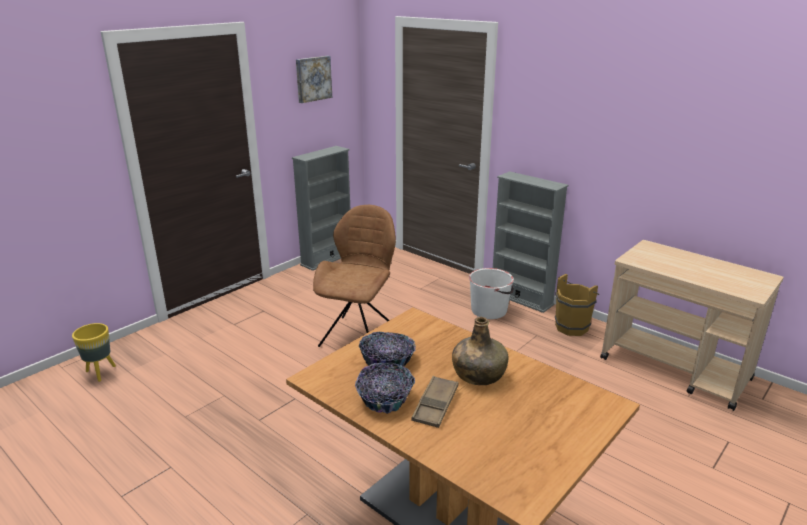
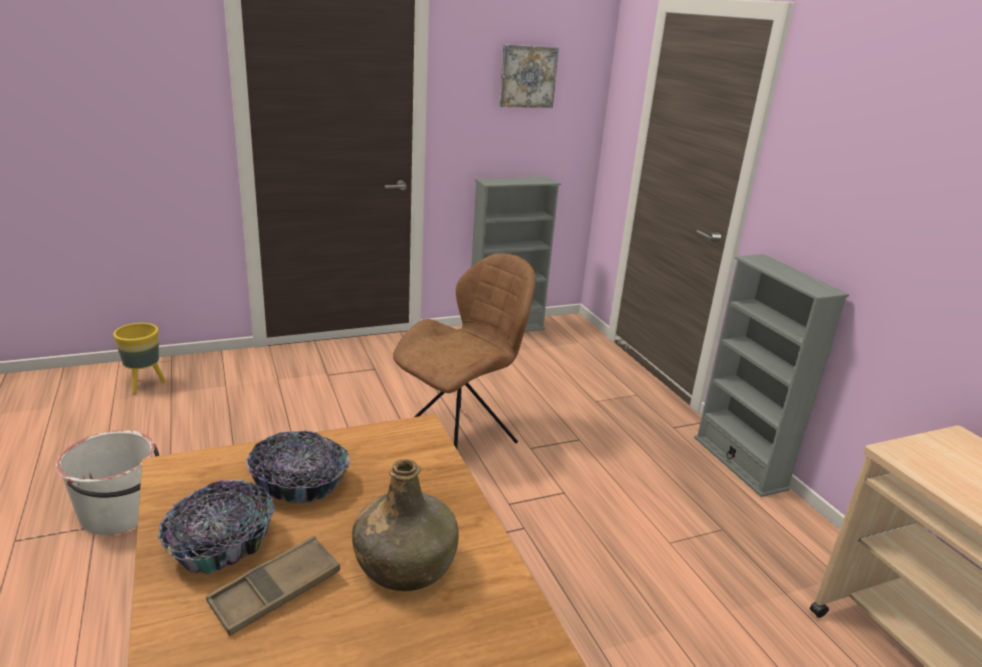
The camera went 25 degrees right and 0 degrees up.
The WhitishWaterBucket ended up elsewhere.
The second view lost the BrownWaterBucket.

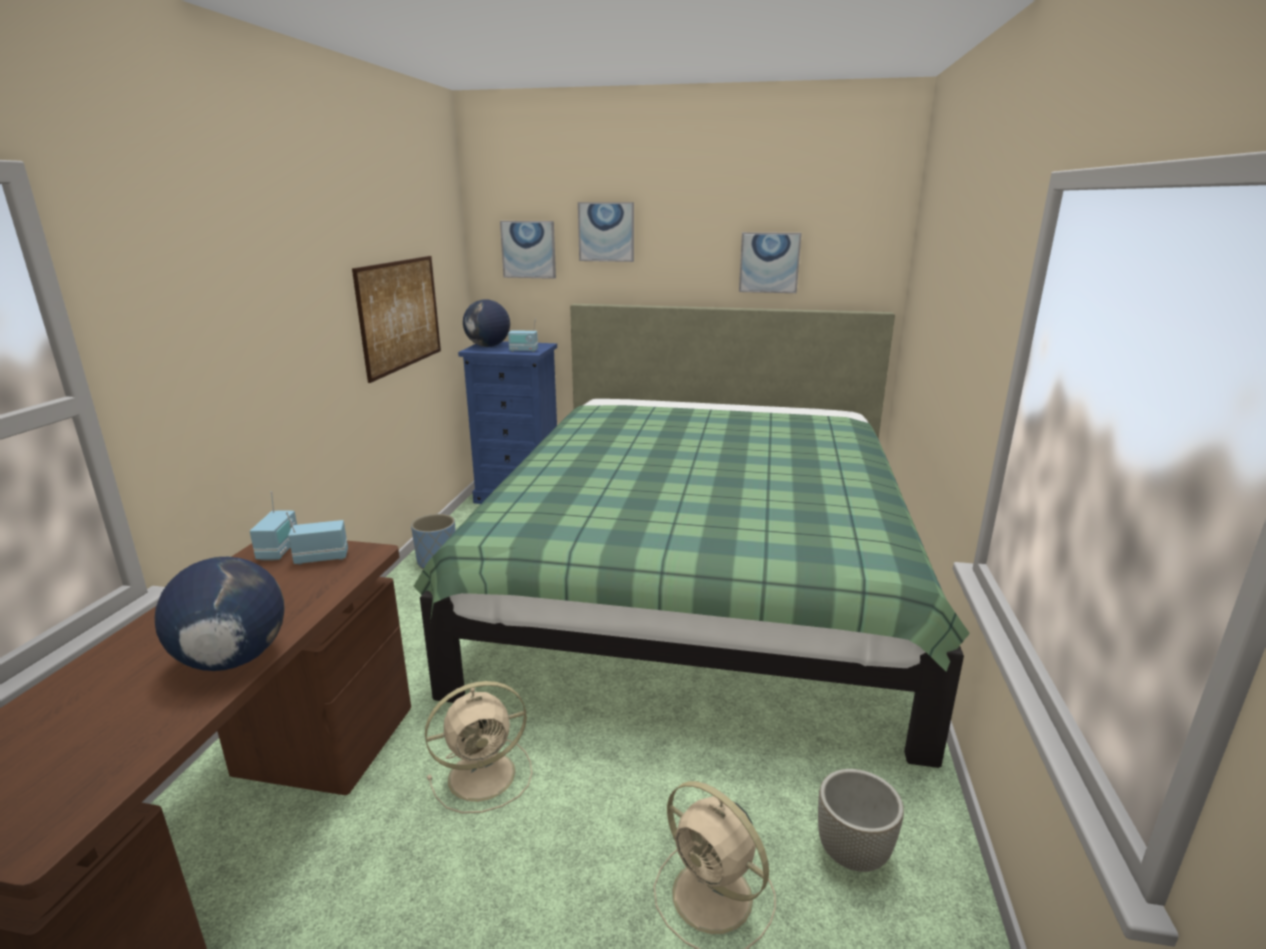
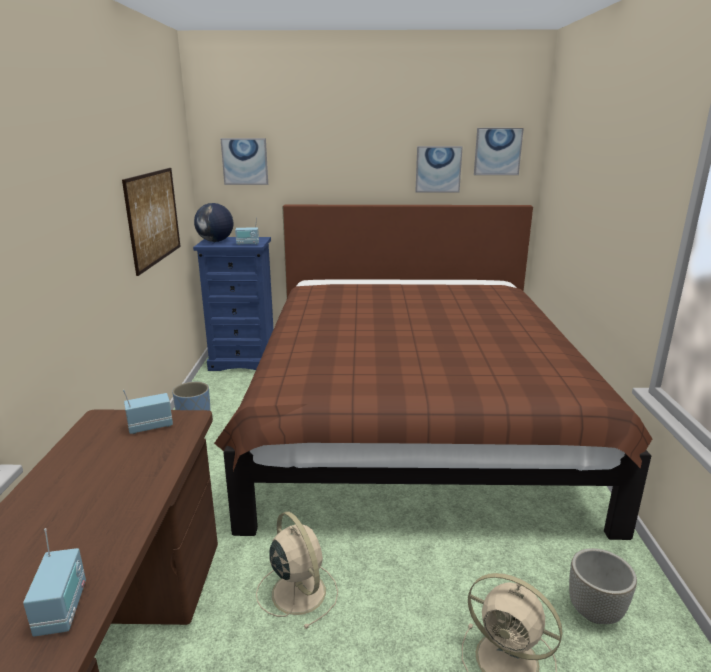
The camera went 10 degrees left and 0 degrees up.
The RadioReceiver (no. 1 from left) ended up elsewhere.
What was the GreenColouredSleepingBed turned into the BrownSleepingBed.
The SandColouredFan (no. 1 from left) ended up facing another way, 90 degrees counterclockwise from before.
The Picture (no. 3 from left in the first image) ended up elsewhere.
The second view lost the DeskGlobe (no. 1 from left).

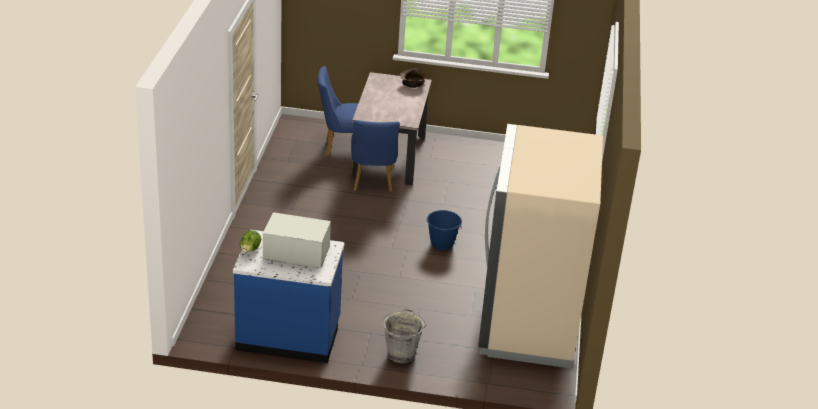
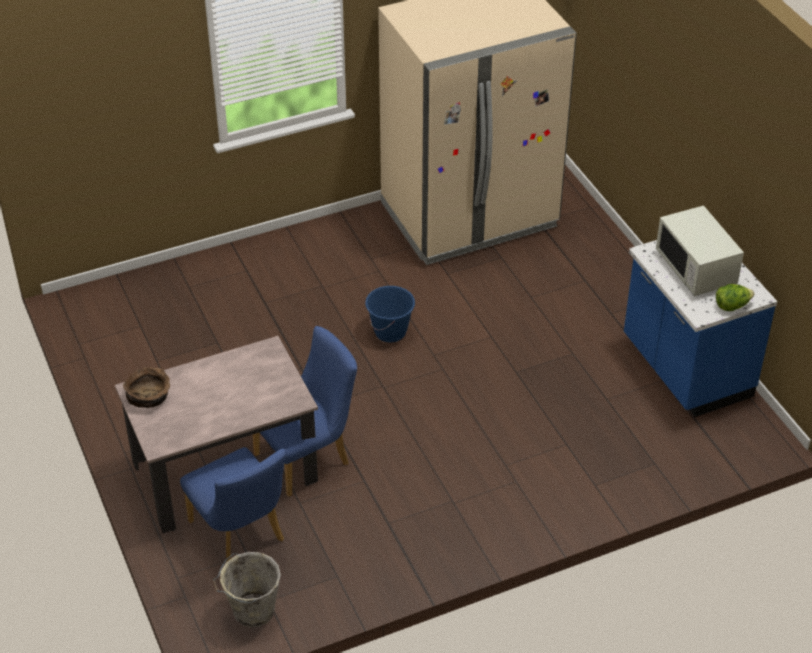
The camera went 120 degrees left and 10 degrees up.
The GreyishWaterBucket ended up elsewhere.

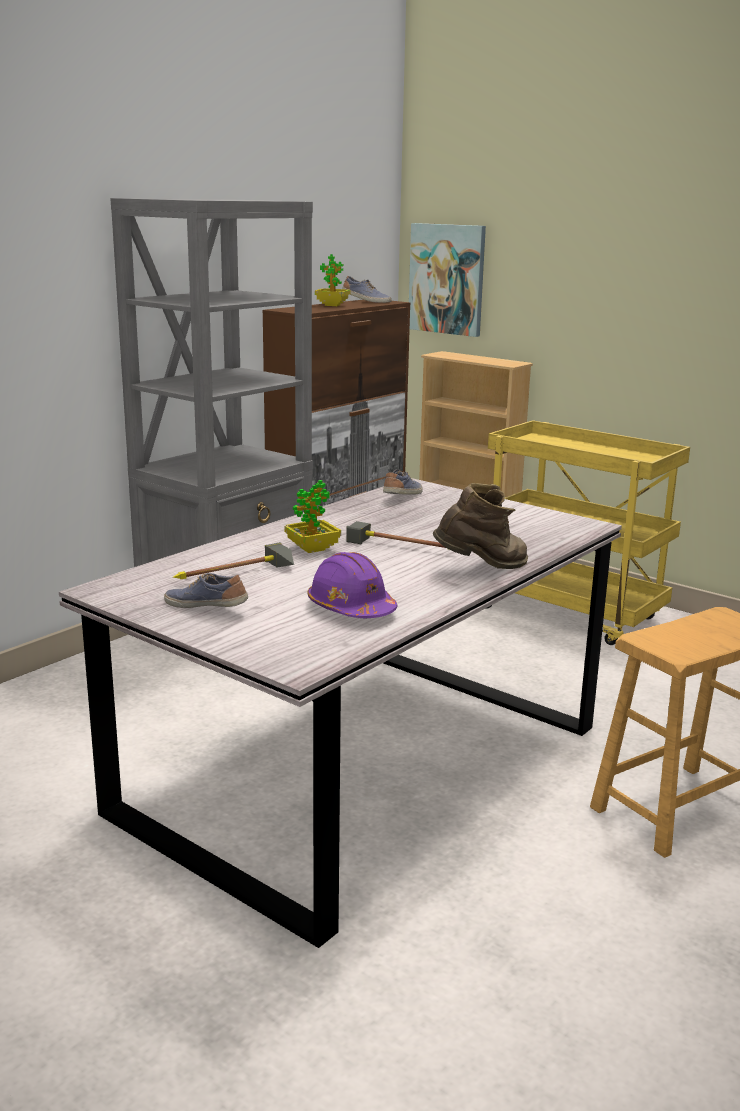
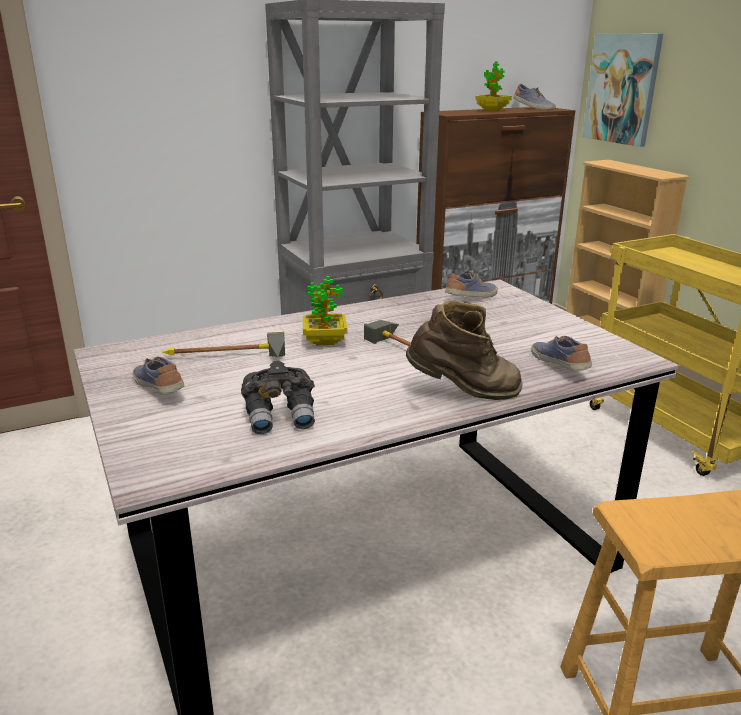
The camera went 25 degrees right and 5 degrees up.
Where the PurplishSafetyHelmet stood, the GreyishPairOfBinoculars came to stand.
The second view gained the LowShoe (no. 4 from left).

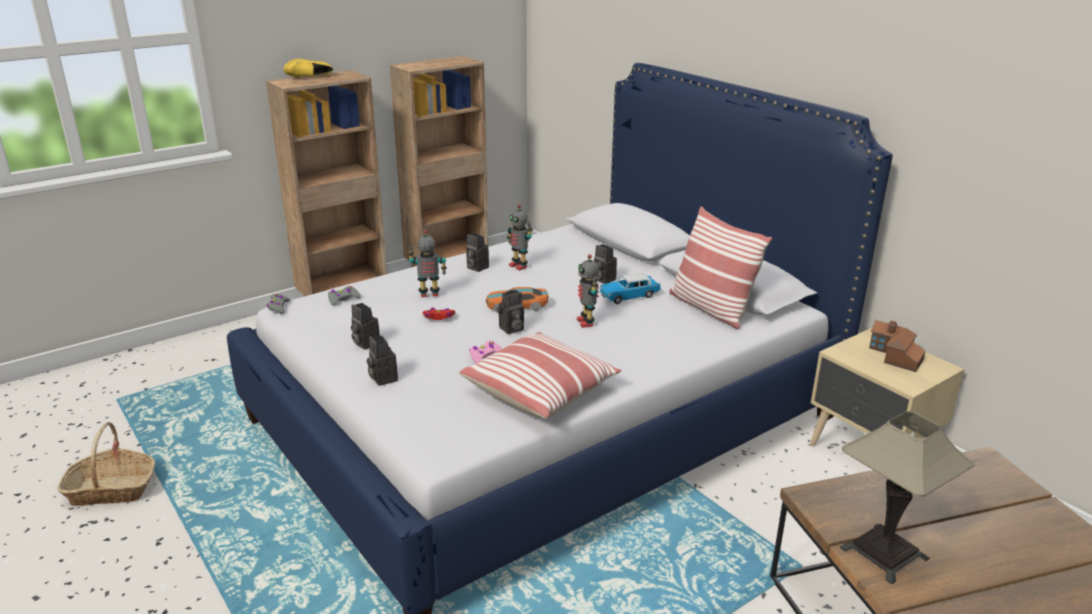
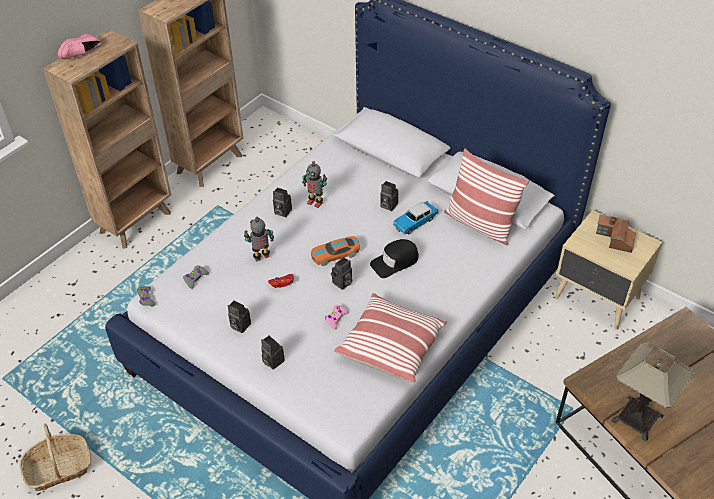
The camera went 15 degrees left and 20 degrees up.
What was the YellowColouredLowShoe turned into the PinkLowShoe.
Where the ToyRobot (no. 3 from left) stood, the BlackColouredBaseballCap came to stand.

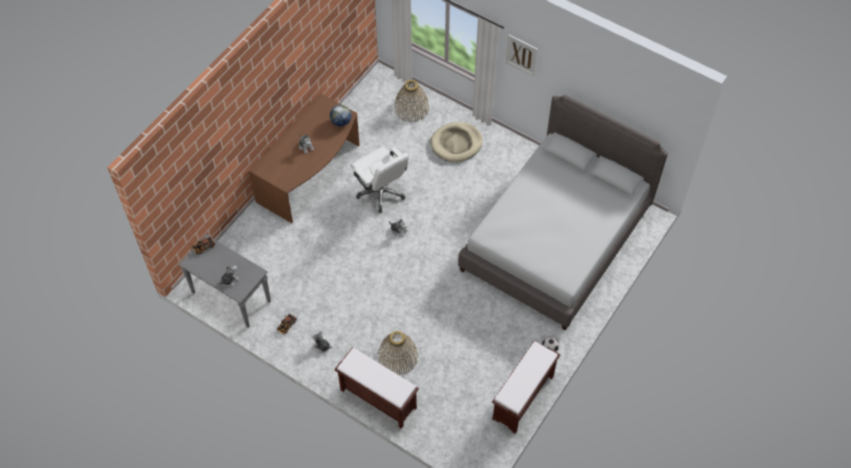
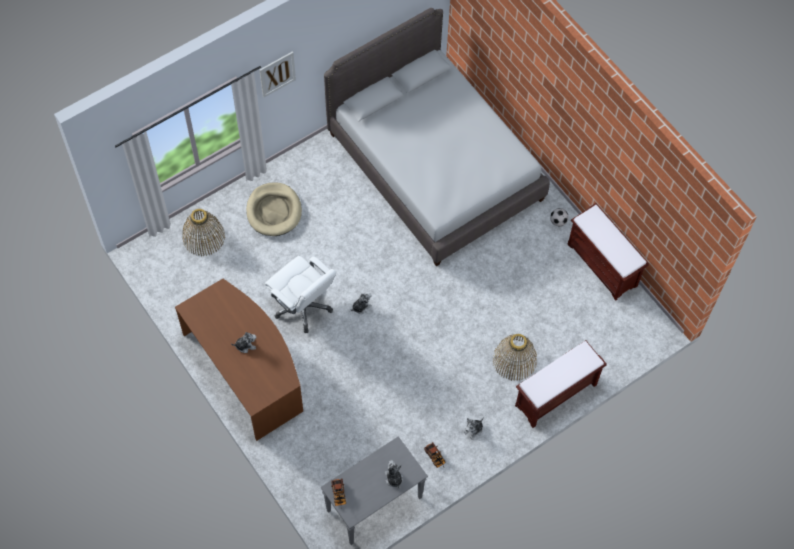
The camera went 70 degrees left and 5 degrees up.
The WhitishDeskChair ended up facing another way, 60 degrees clockwise from before.
The second view lost the DeskGlobe.

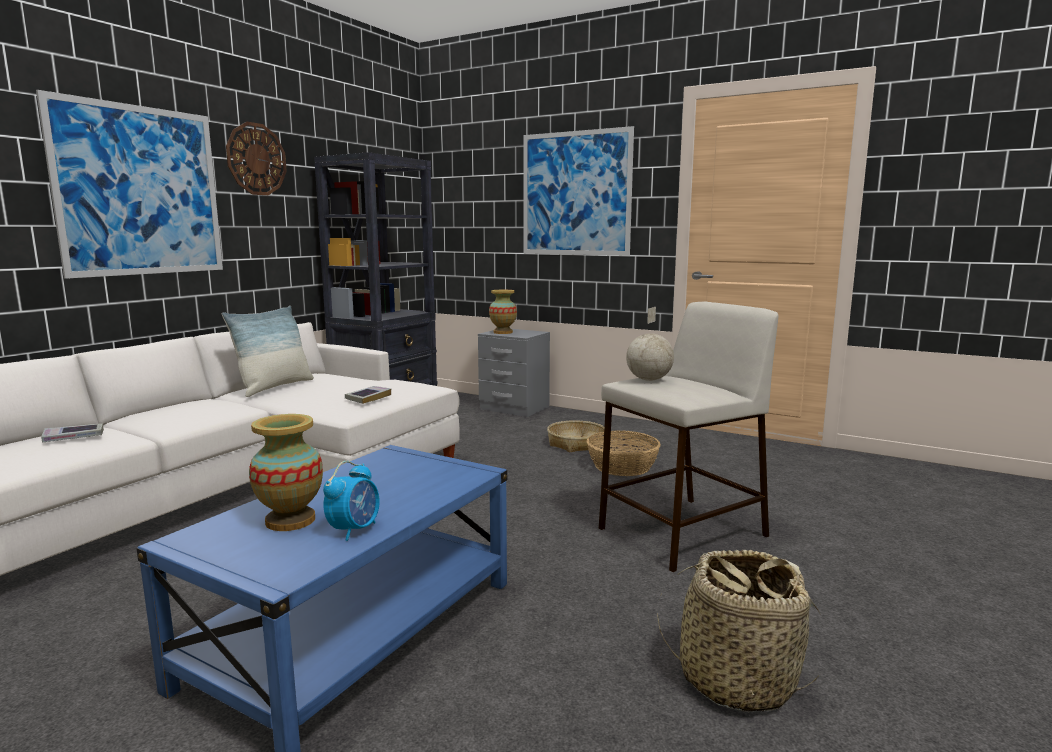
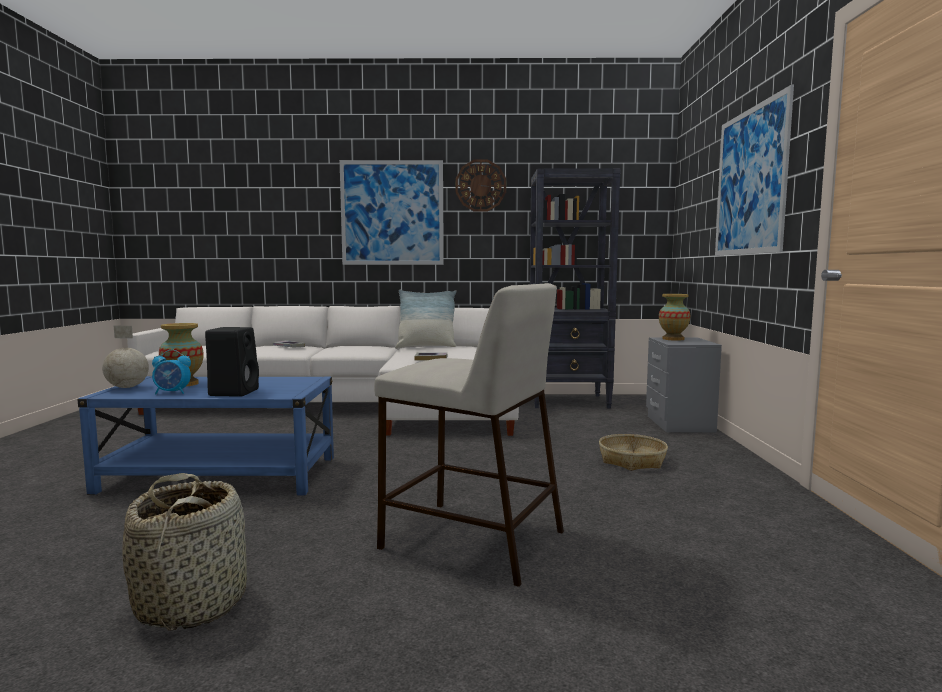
The camera went 60 degrees right and 5 degrees down.
The DeskGlobe ended up elsewhere.
The second view gained the BlackColouredAudioSpeaker.
The second view lost the StorageBasket (no. 2 from left).

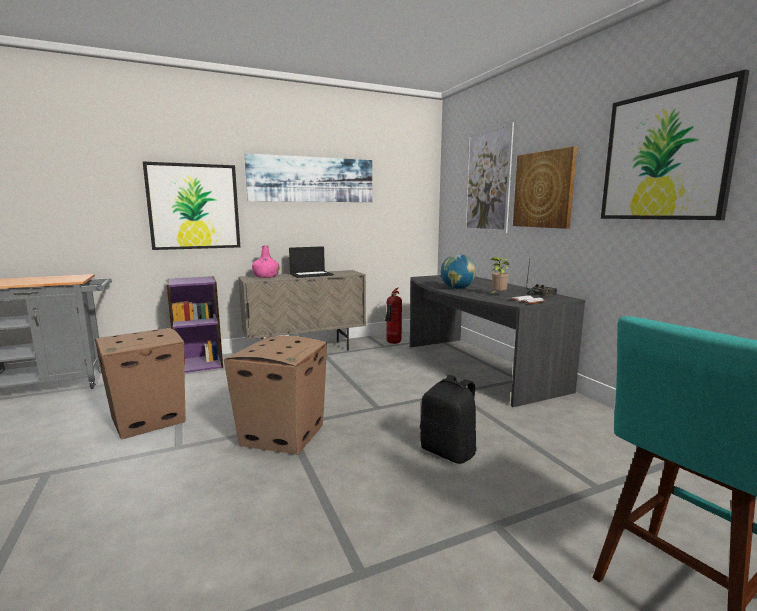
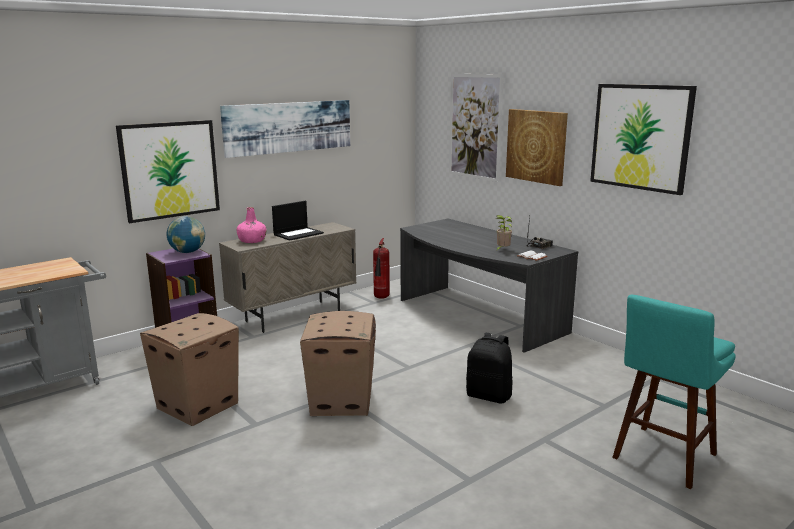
The camera went 15 degrees left and 5 degrees up.
The DeskGlobe ended up elsewhere.

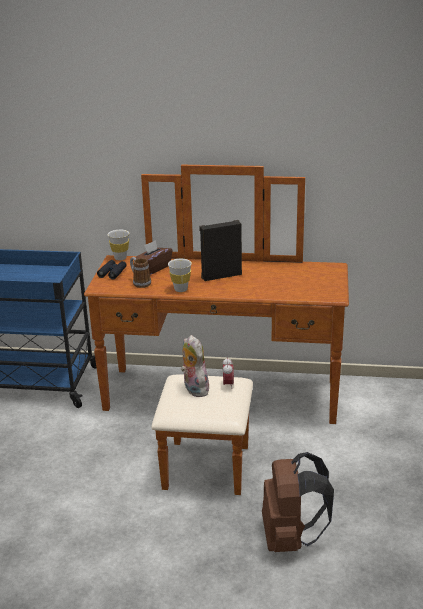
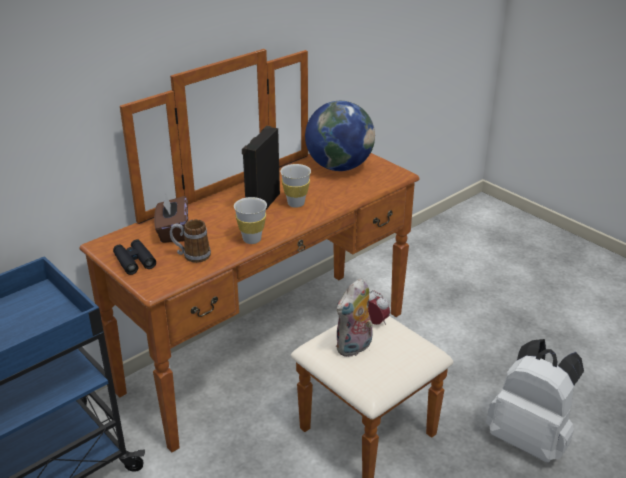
The camera went 50 degrees left and 5 degrees up.
The WhitishDrinkingCup (no. 1 from left in the first image) ended up elsewhere.
The second view gained the DeskGlobe.
The SoftToy ended up facing another way, 60 degrees counterclockwise from before.
What was the BrownKnapsack turned into the WhitishKnapsack.

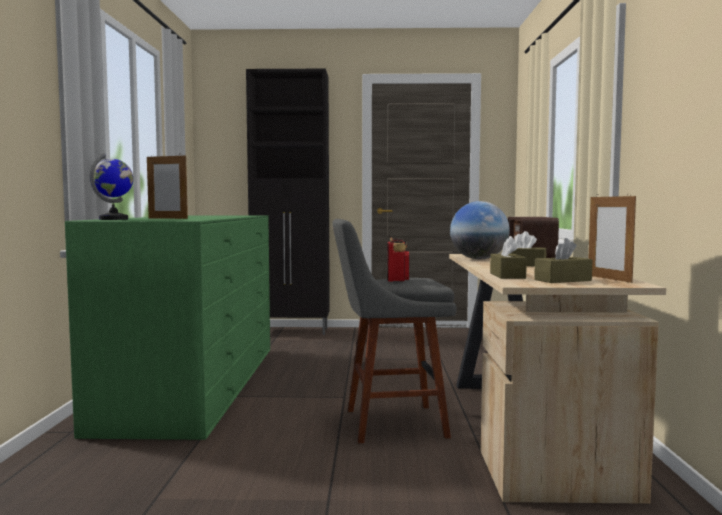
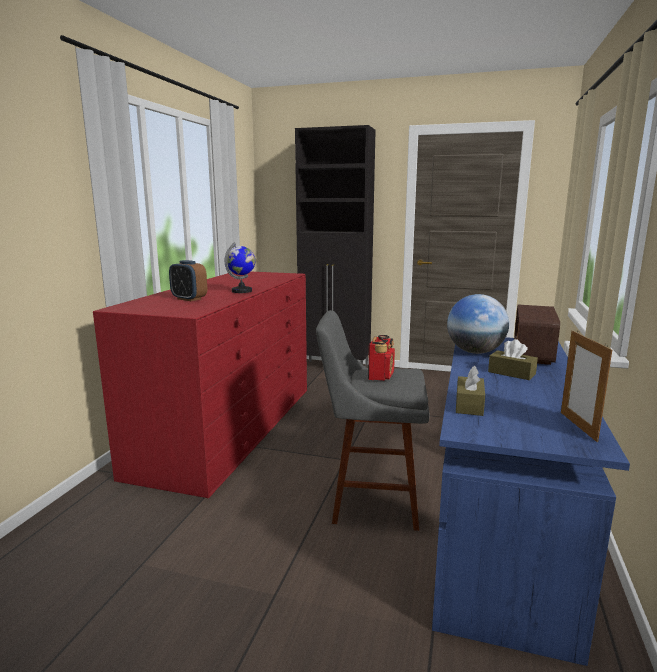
The camera went 15 degrees right and 10 degrees up.
What was the GreenColouredDresser turned into the RedColouredDresser.
Where the StandingFrame (no. 1 from left) stood, the AlarmClock came to stand.
The DeskGlobe (no. 1 from left) ended up elsewhere.
What was the SandColouredDeskTable turned into the BlueColouredDeskTable.
The second view lost the BrownTissueHolder (no. 3 from left).

